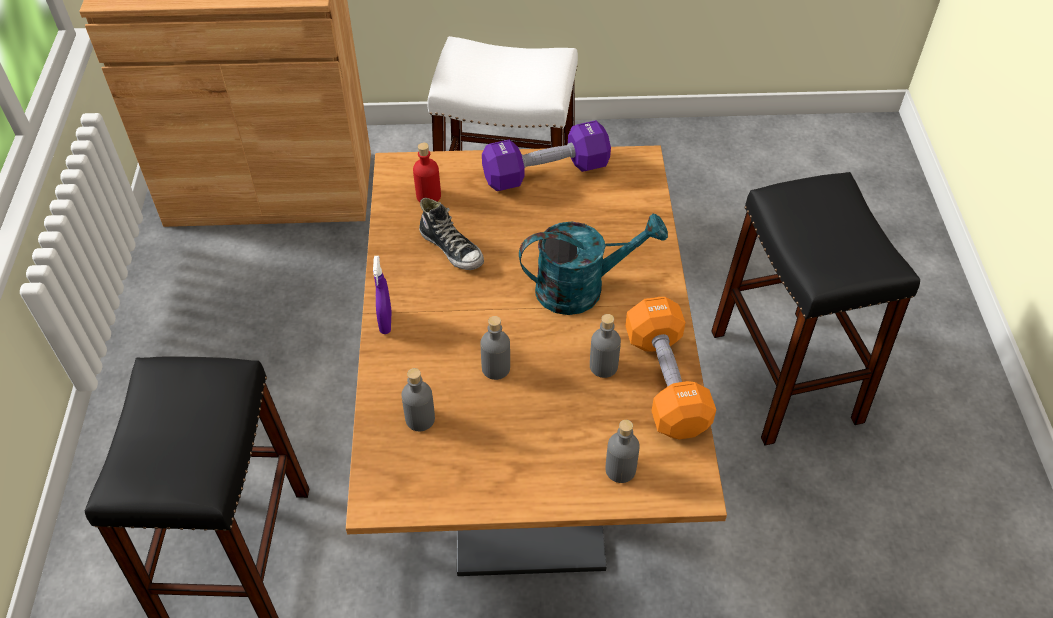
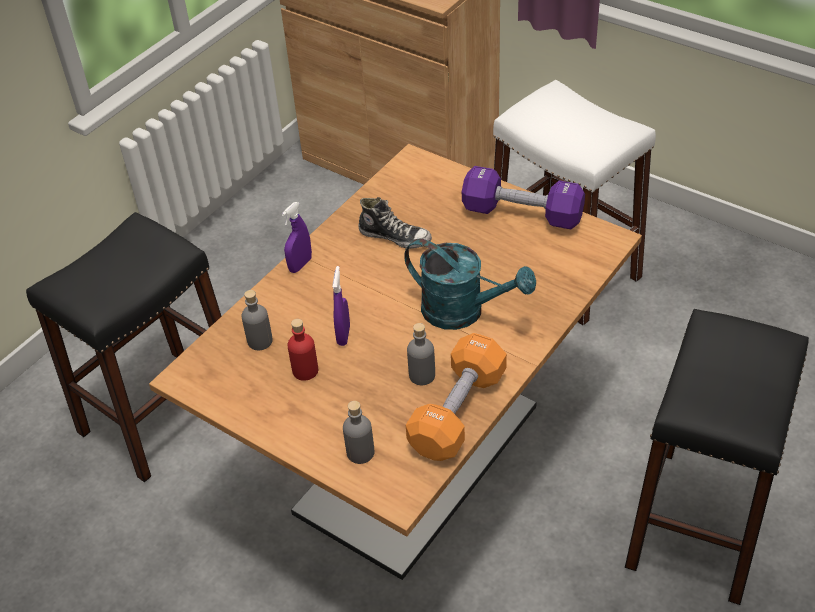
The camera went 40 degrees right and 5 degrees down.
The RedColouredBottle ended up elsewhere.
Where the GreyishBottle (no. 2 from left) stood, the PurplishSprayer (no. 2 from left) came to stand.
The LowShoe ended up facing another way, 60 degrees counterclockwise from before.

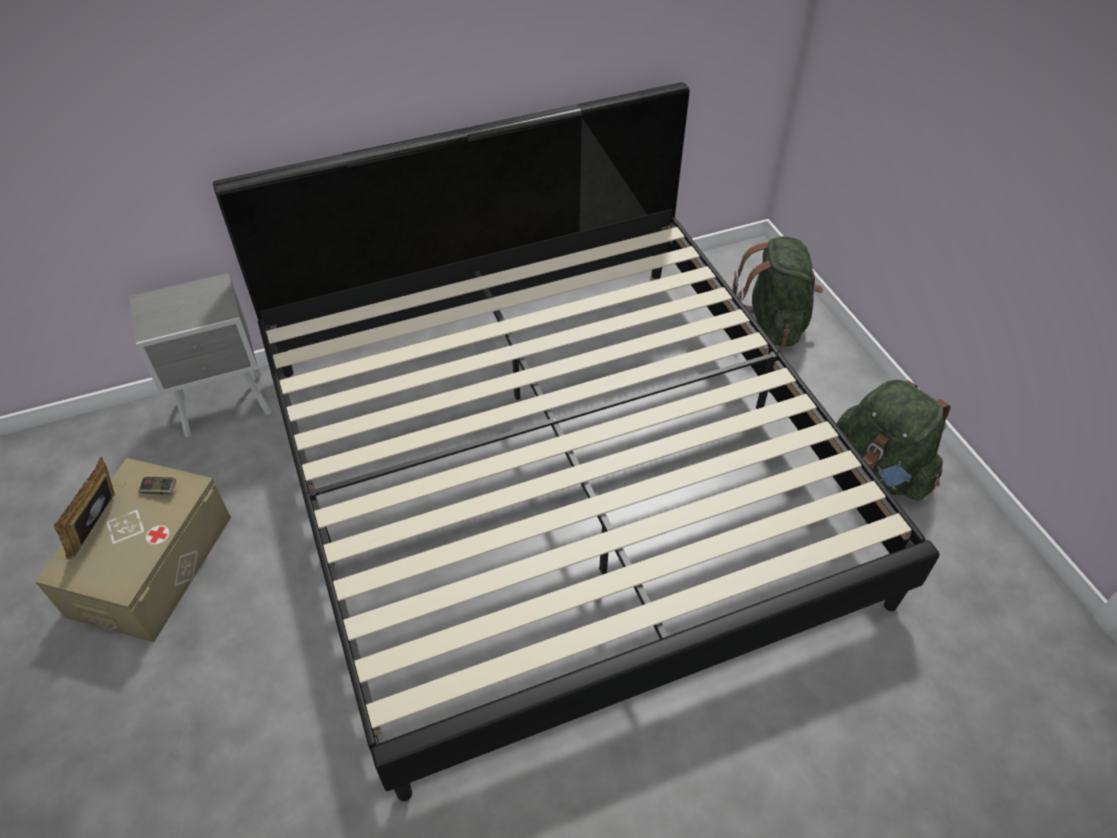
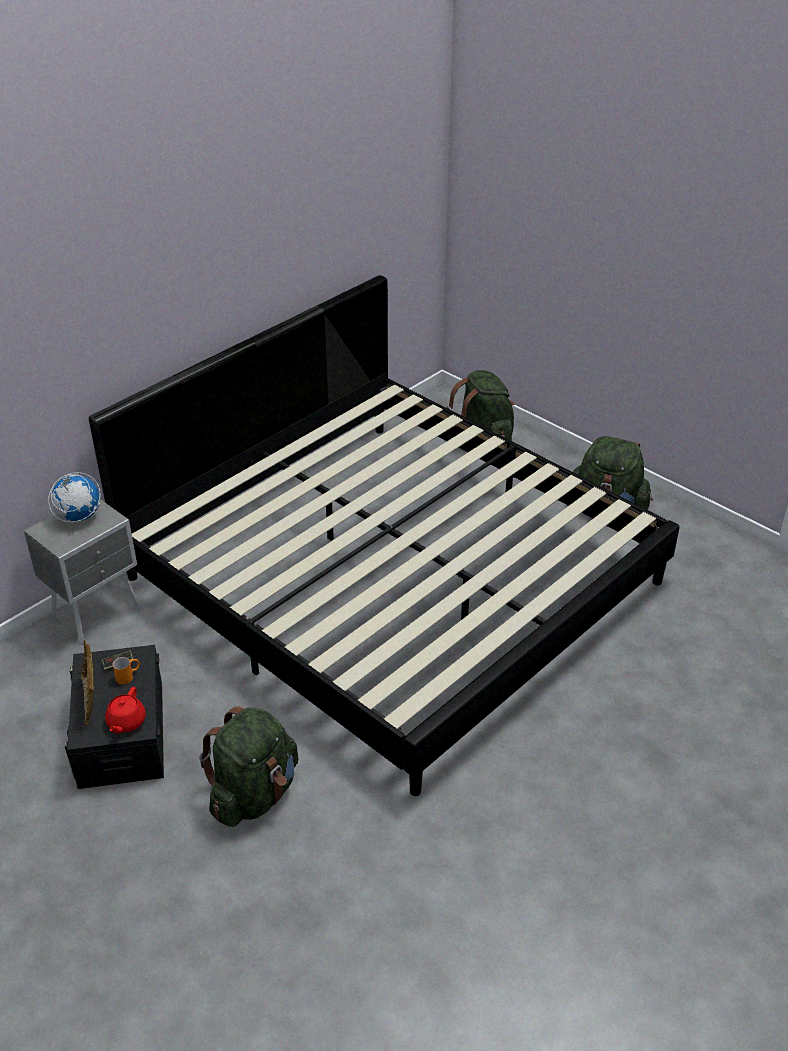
The camera went 25 degrees left and 10 degrees down.
The second view gained the DeskGlobe.
What was the SandColouredStorageBox turned into the BlackColouredStorageBox.
The second view gained the RedColouredPotForTea.
The second view gained the OrangeColouredTeaMug.
The second view gained the GreenColouredKnapsack (no. 1 from left).

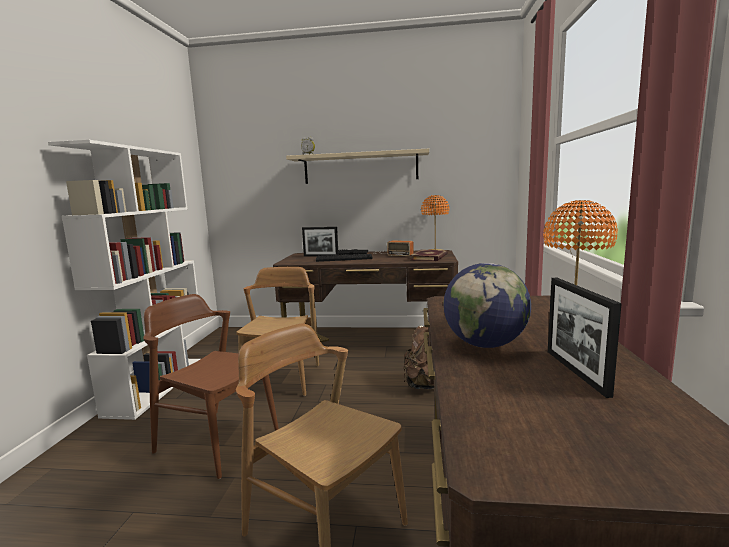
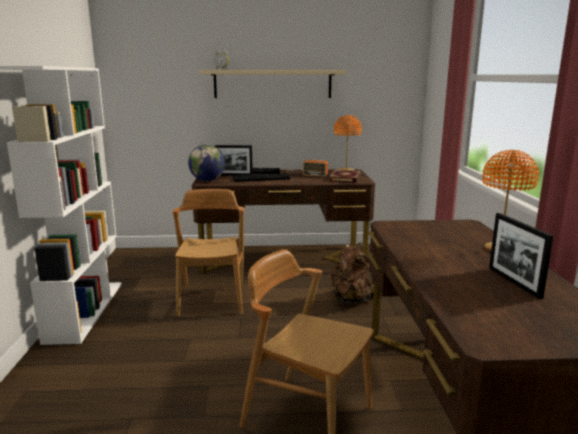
The camera went 10 degrees left and 5 degrees up.
The DeskGlobe ended up elsewhere.
The second view lost the BrownPlainChair (no. 1 from left).

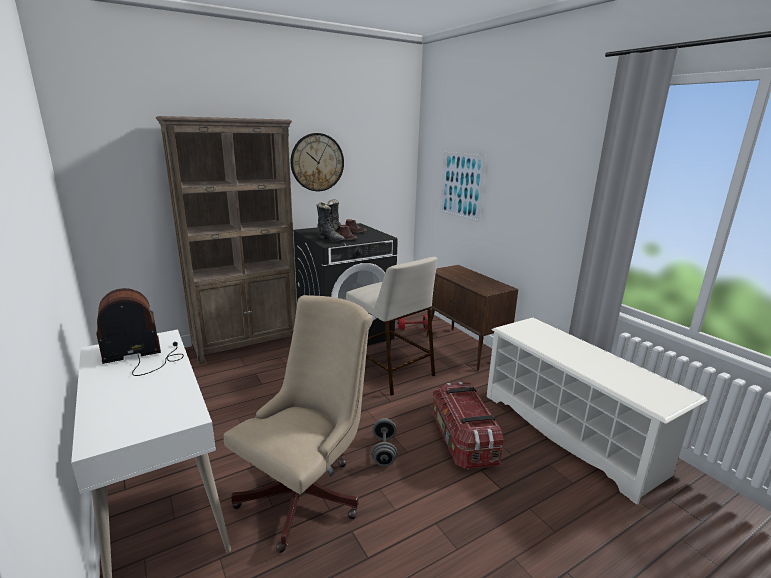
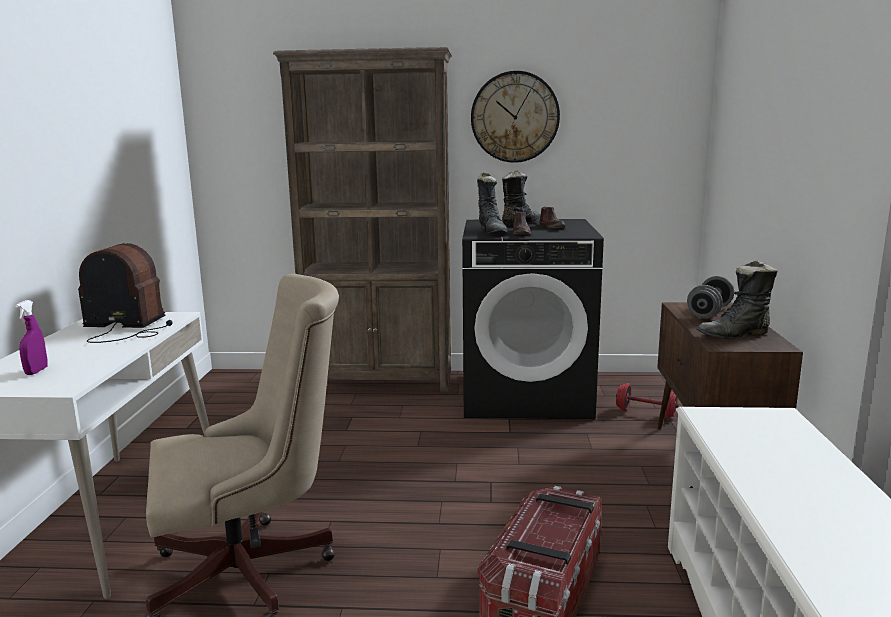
The camera went 35 degrees right and 5 degrees down.
The second view gained the PurplishSprayer.
The GreyishFreeWeight ended up elsewhere.
The second view gained the BlackColouredHighTopBoot (no. 3 from left).
The second view lost the SandColouredSittingStool.
The second view lost the Picture.

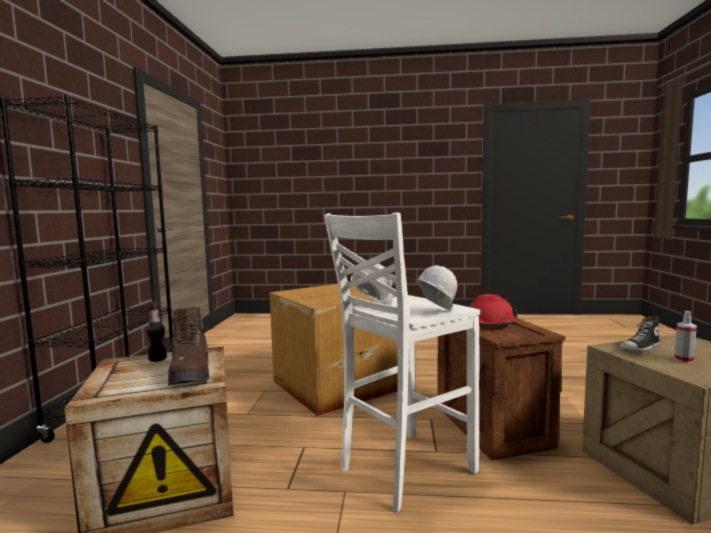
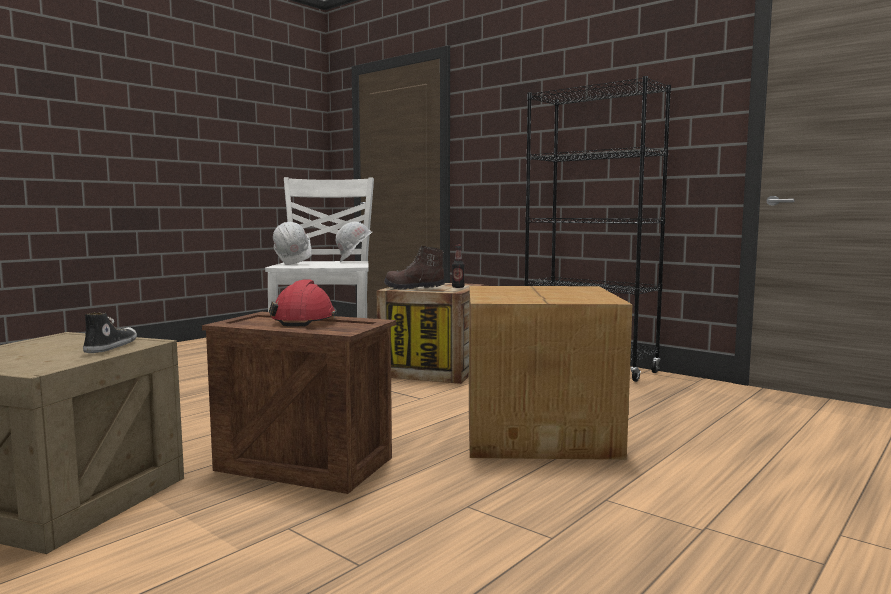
The camera went 125 degrees right and 0 degrees up.
The second view lost the Sprayer.

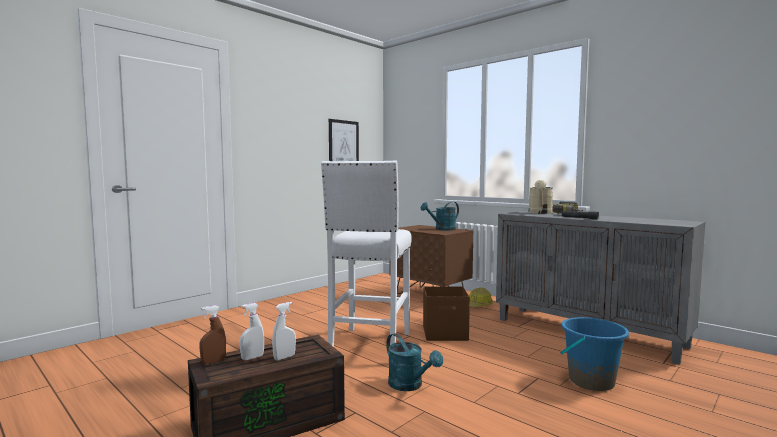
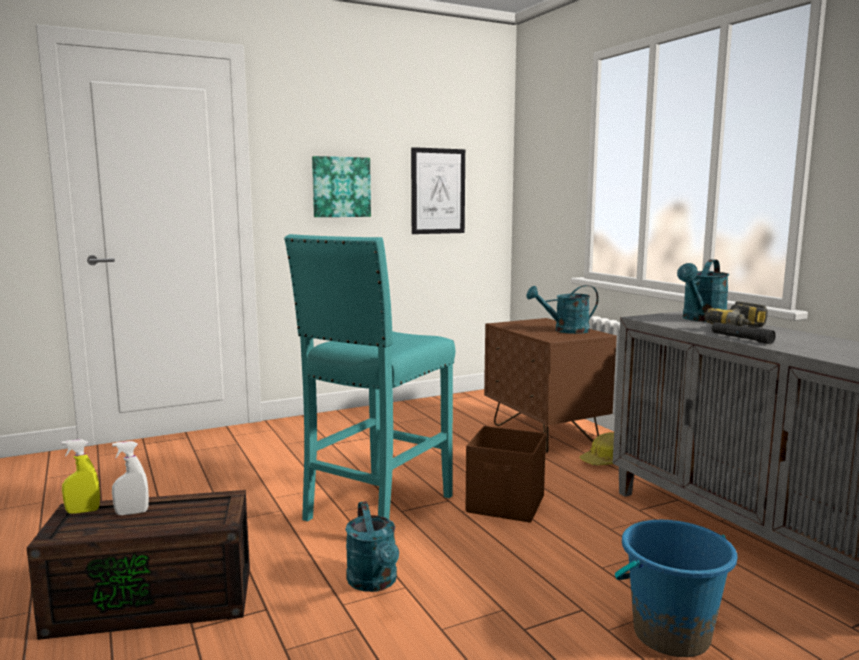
The camera went 20 degrees right and 5 degrees up.
What was the BrownSprayer turned into the YellowColouredSprayer.
What was the WhitishSittingStool turned into the TurquoiseSittingStool.
The second view gained the Picture (no. 1 from left).
What was the SandColouredSprinklingCan turned into the TurquoiseSprinklingCan (no. 3 from left).
The second view lost the WhitishSprayer (no. 2 from left).

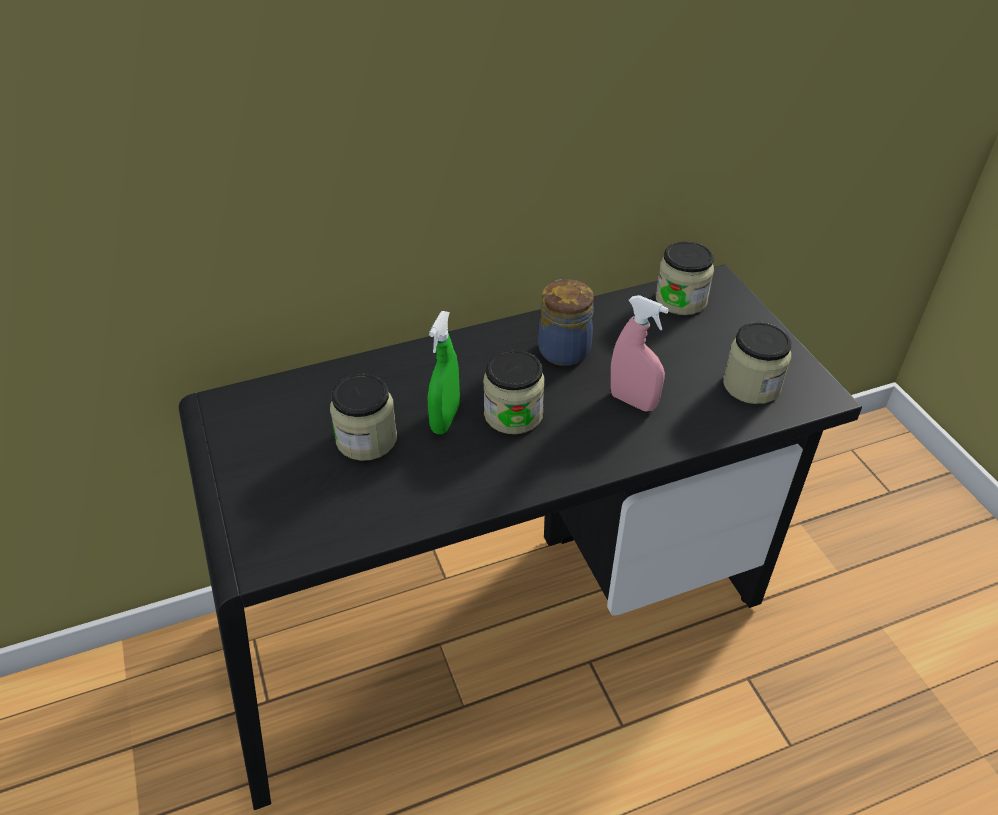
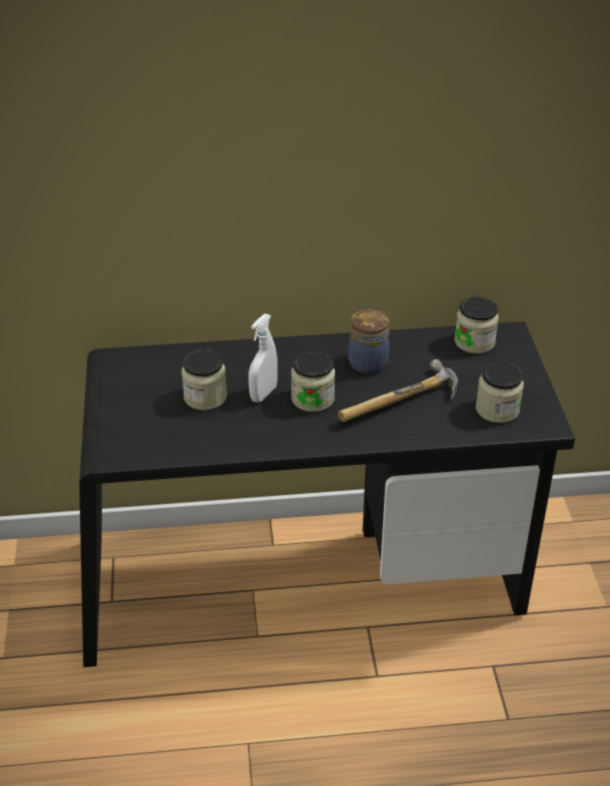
The camera went 15 degrees right and 5 degrees down.
What was the GreenColouredSprayer turned into the WhitishSprayer.
Where the PinkSprayer stood, the ToolHammer came to stand.

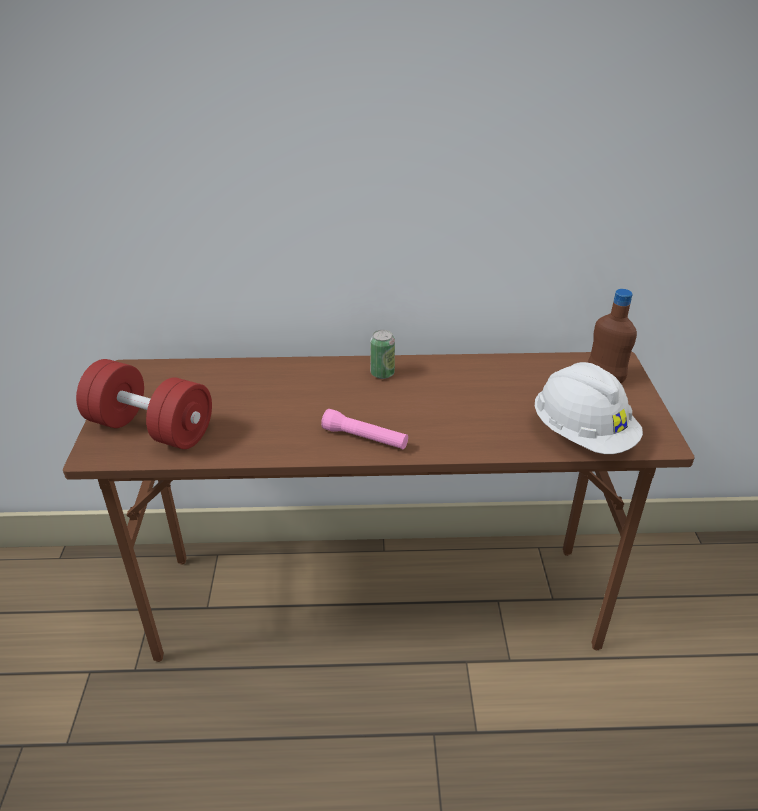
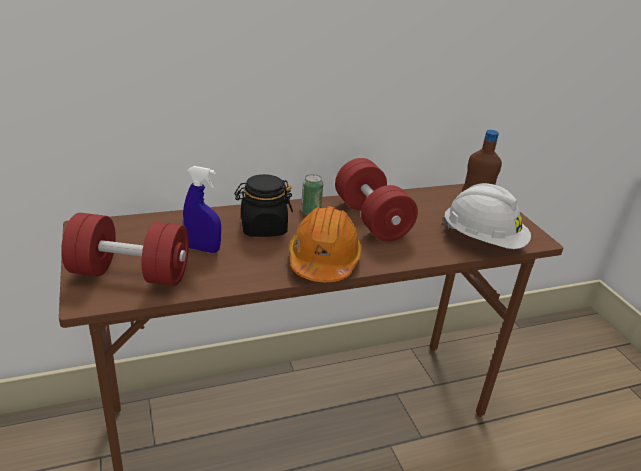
The camera went 20 degrees left and 5 degrees down.
The second view gained the BlueColouredSprayer.
The second view gained the BlackColouredPreserveJar.
Where the PinkTorch stood, the OrangeColouredSafetyHelmet came to stand.
The second view gained the RedColouredFreeWeight (no. 2 from left).

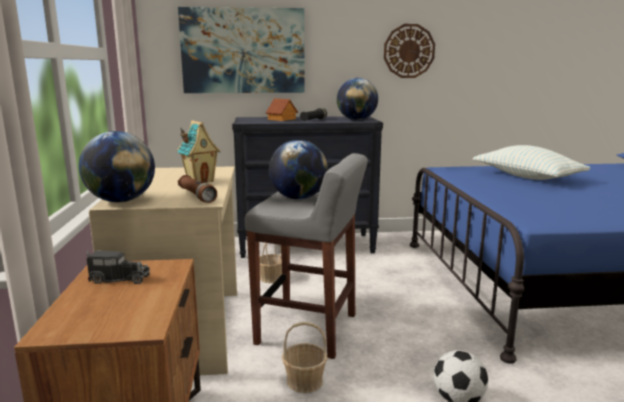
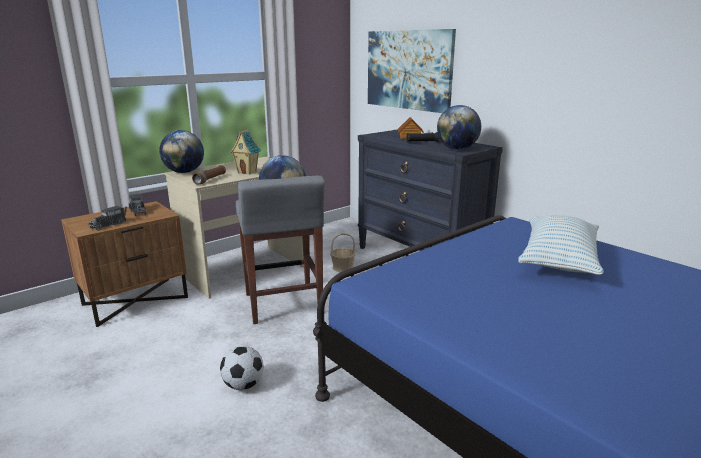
The camera went 55 degrees right and 5 degrees up.
The second view gained the ToyTruck (no. 1 from left).
The second view lost the StorageBasket (no. 2 from left).
The second view lost the WallClock.

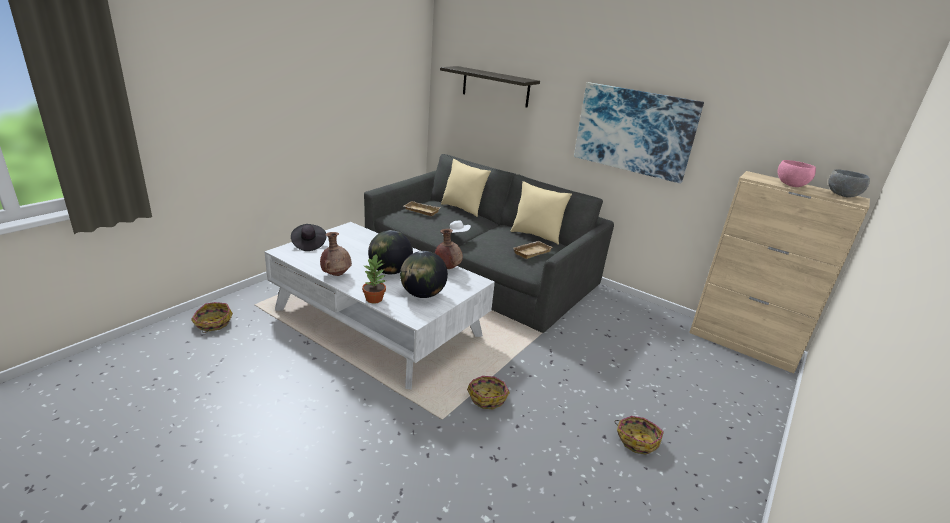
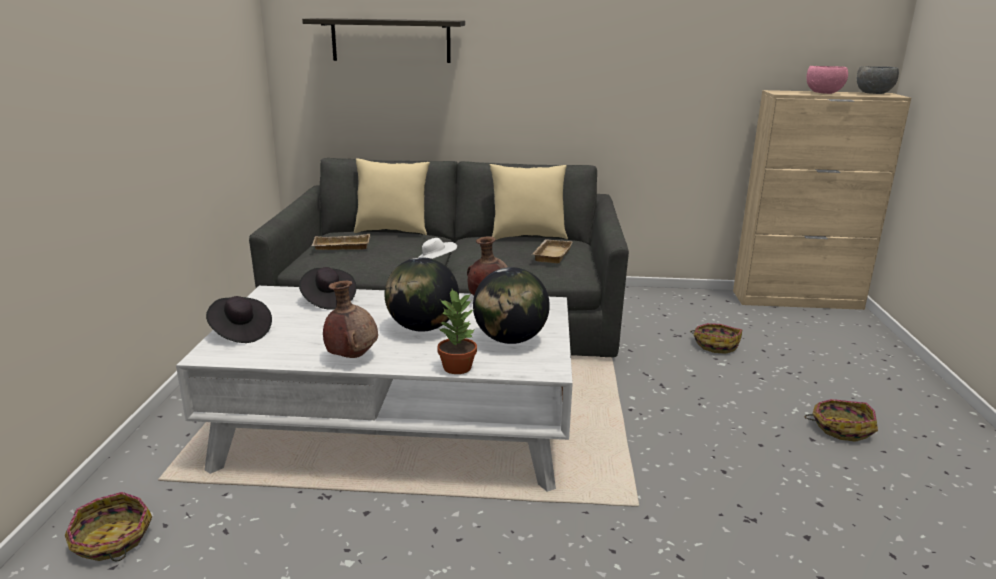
The camera went 30 degrees left and 5 degrees down.
The second view gained the BlackColouredClothingHat (no. 2 from left).
The StorageBasket (no. 2 from left) ended up elsewhere.
The second view lost the Picture.

